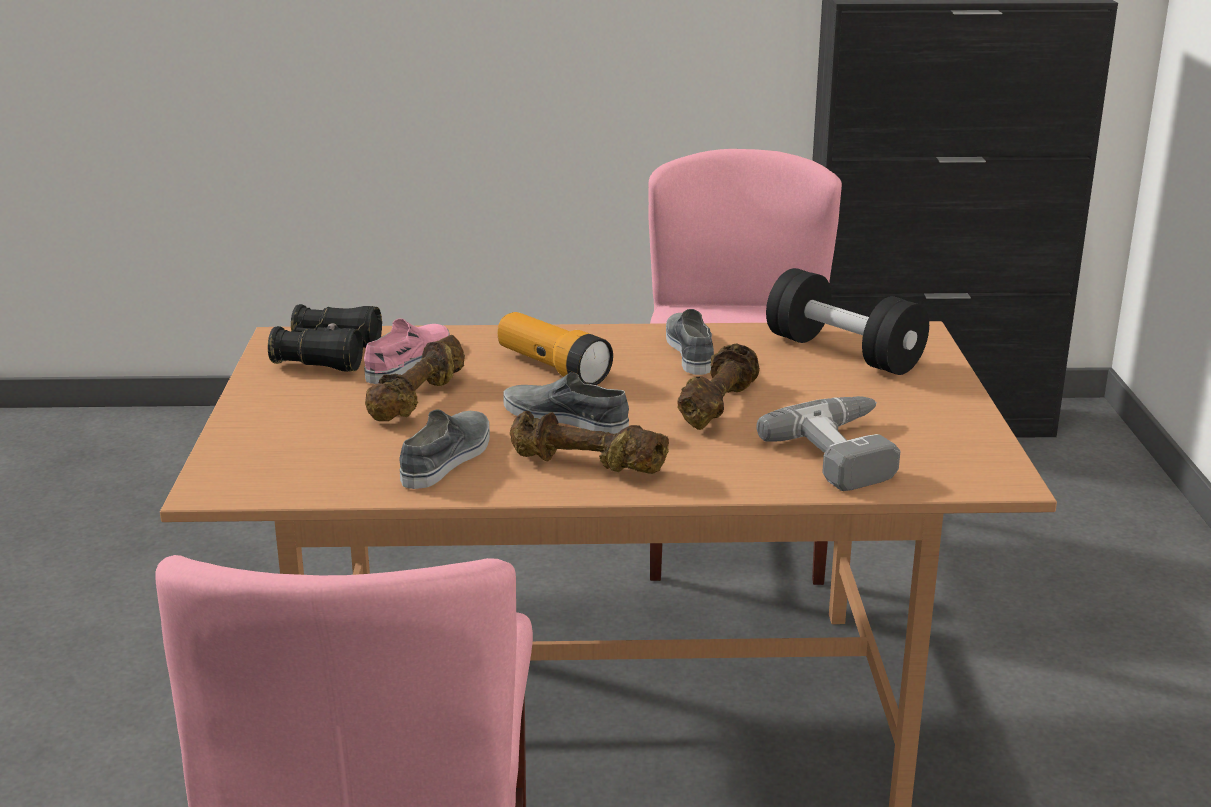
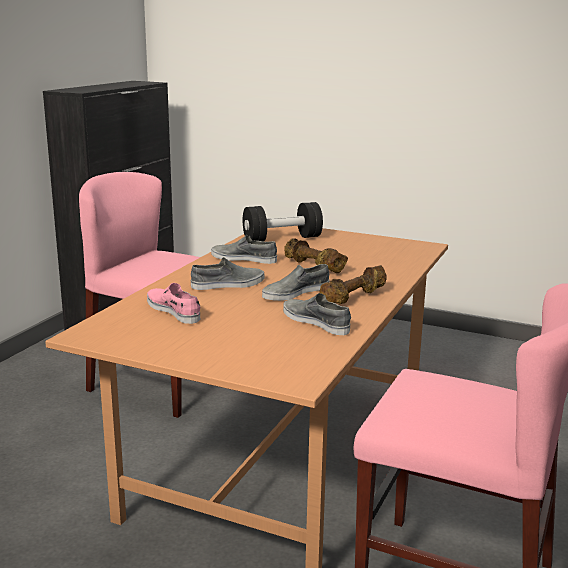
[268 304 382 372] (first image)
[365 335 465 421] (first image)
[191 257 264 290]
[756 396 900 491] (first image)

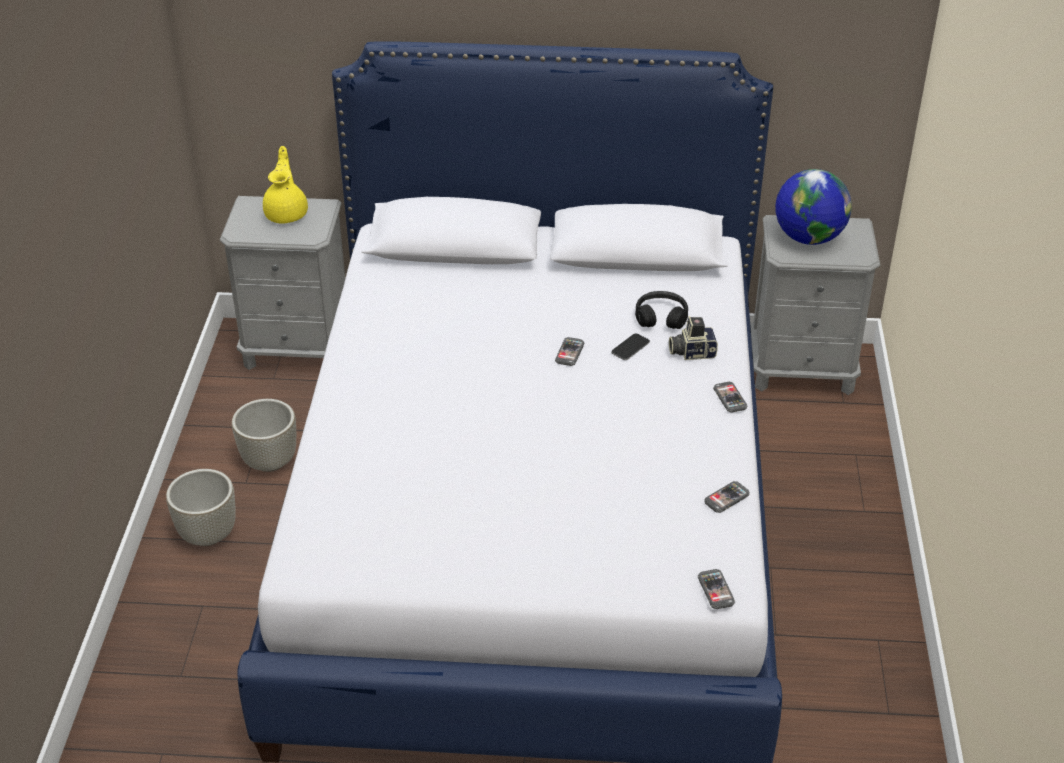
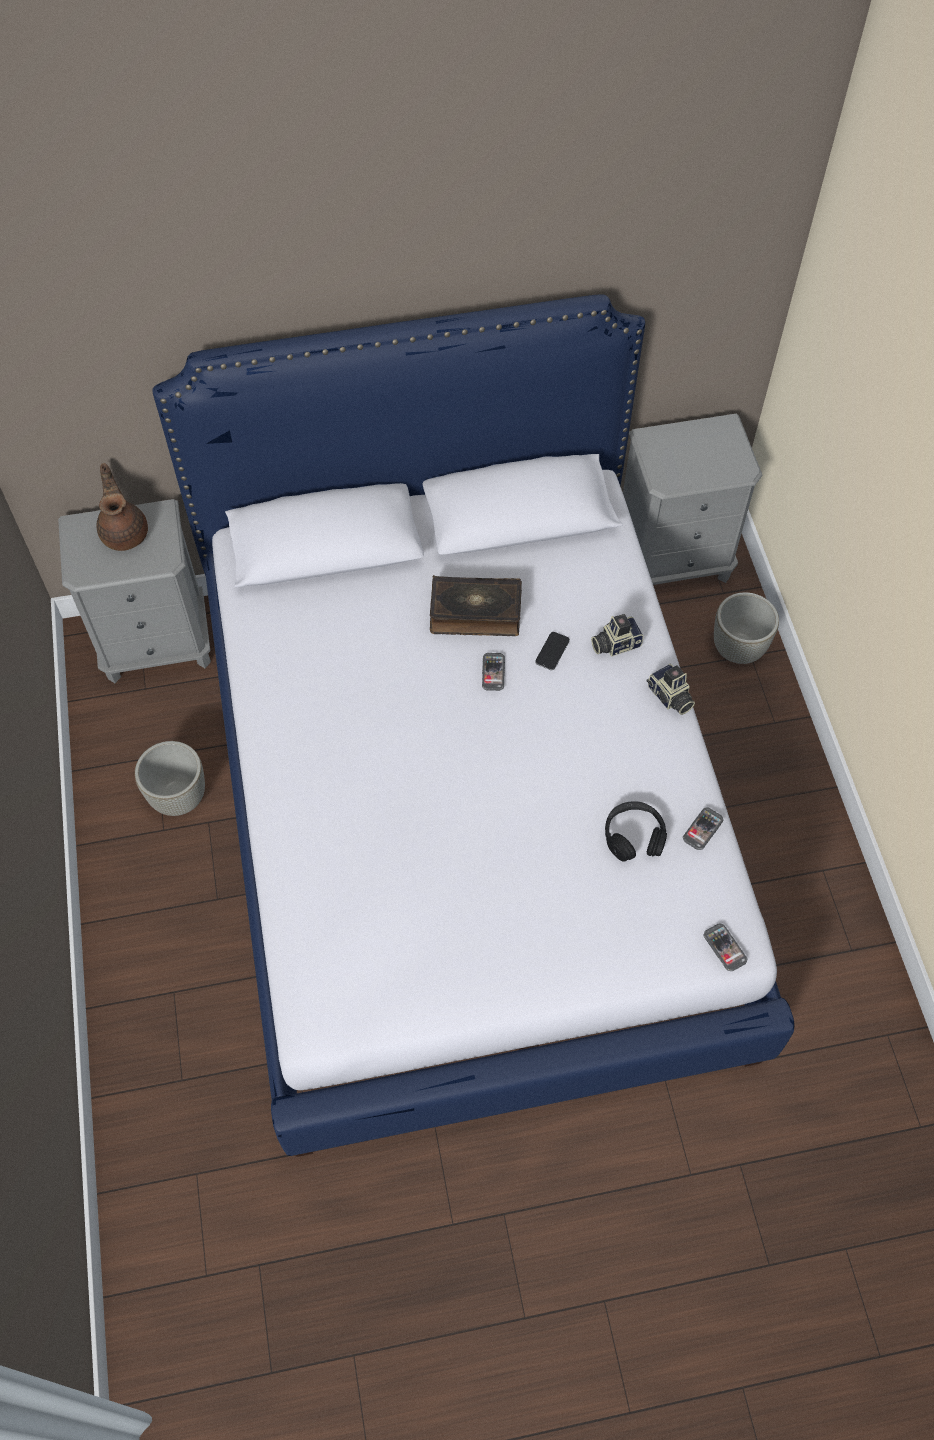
[714 592 779 664]
[97 463 148 551]
[605 801 667 862]
[646 664 695 715]
[775 169 852 245] (first image)
[430 575 522 636]

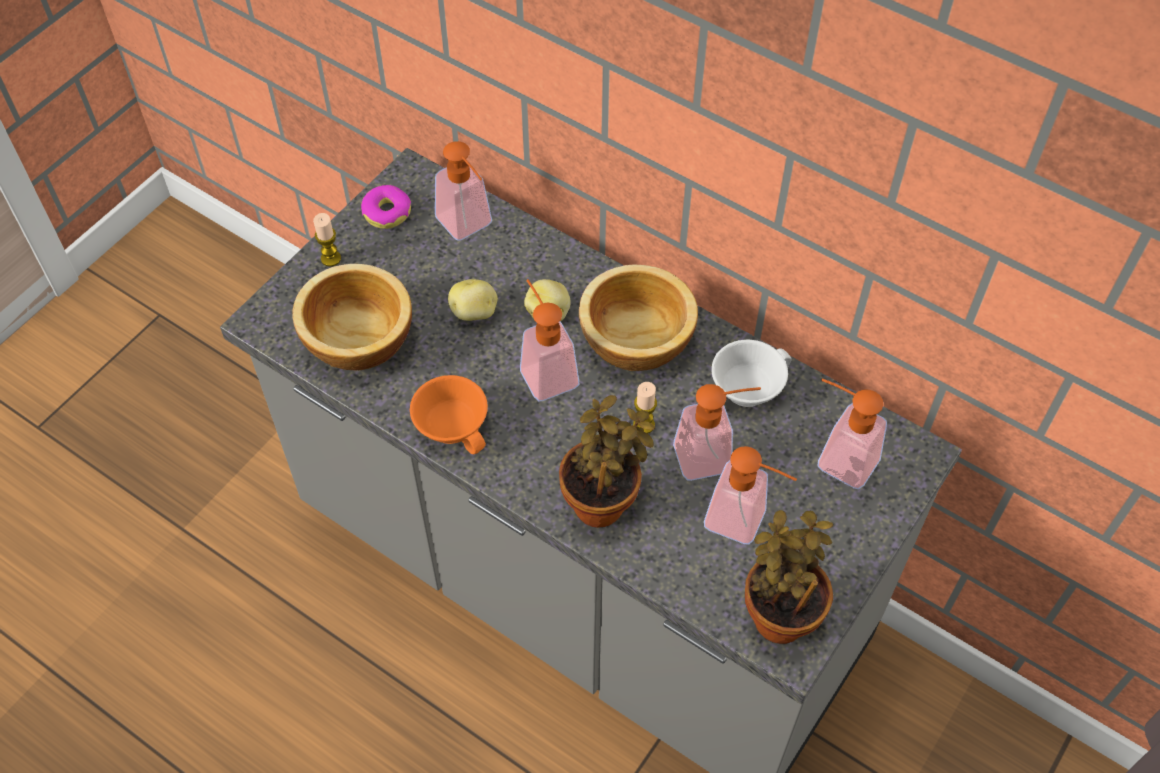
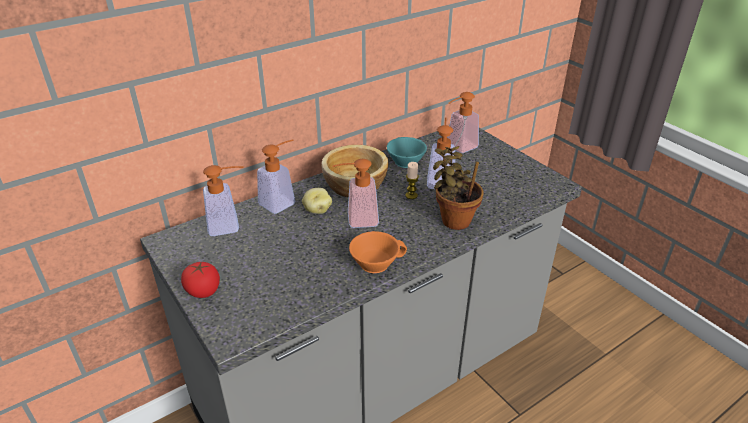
[292 264 412 371] (first image)
[181 261 220 298]
[361 185 411 229] (first image)
[448 279 498 321] (first image)
[257 140 295 214]
[387 137 427 168]
[745 510 833 644] (first image)

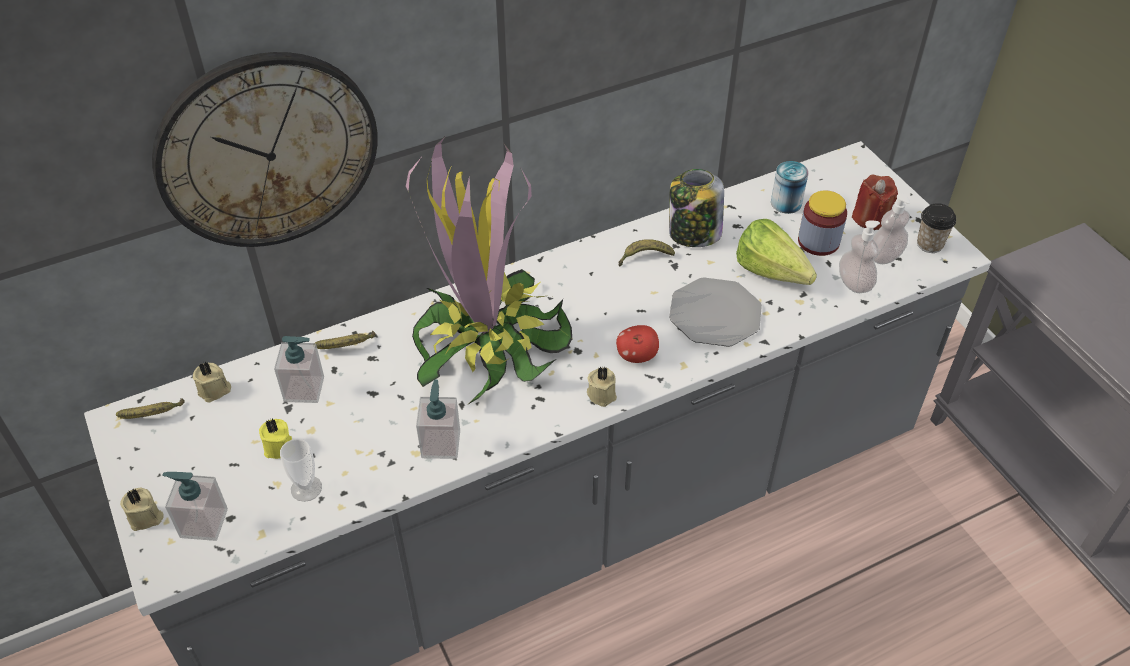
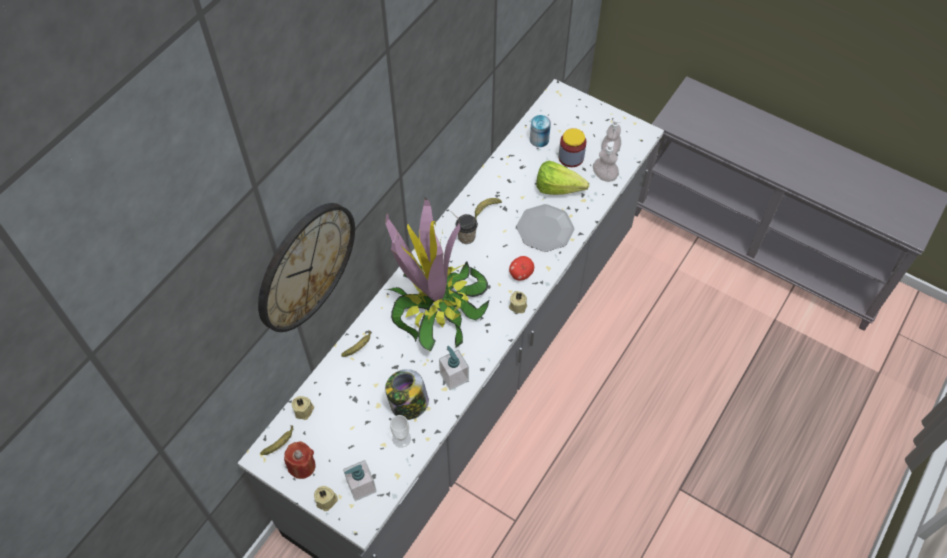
[259 418 292 459] (first image)
[274 336 324 403] (first image)
[385 369 429 420]
[284 441 316 479]
[456 214 478 244]

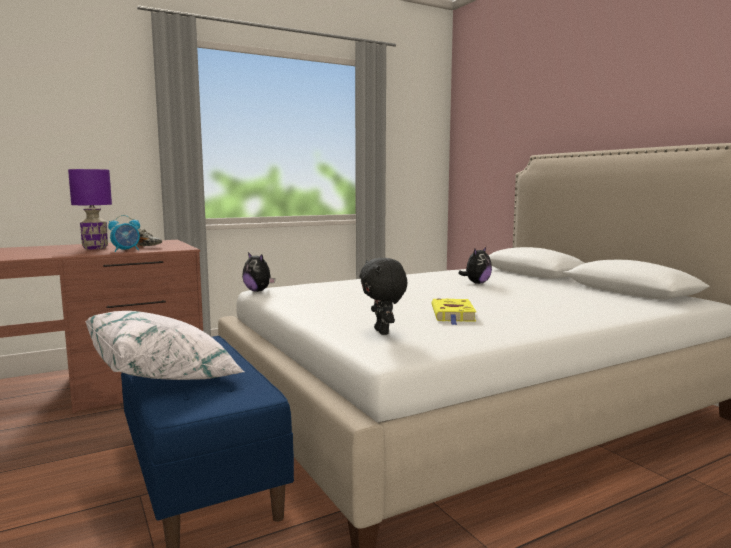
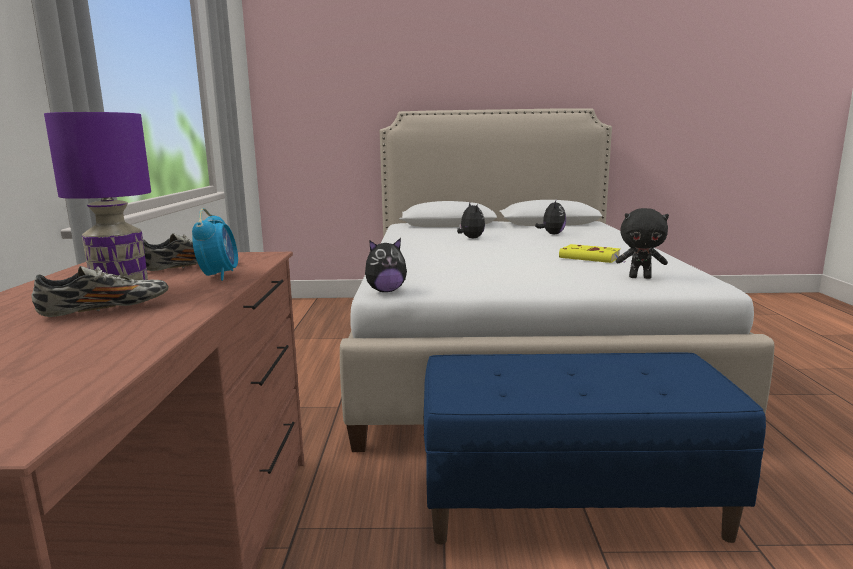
[86 311 244 380] (first image)
[31 266 168 317]
[535 200 566 234]

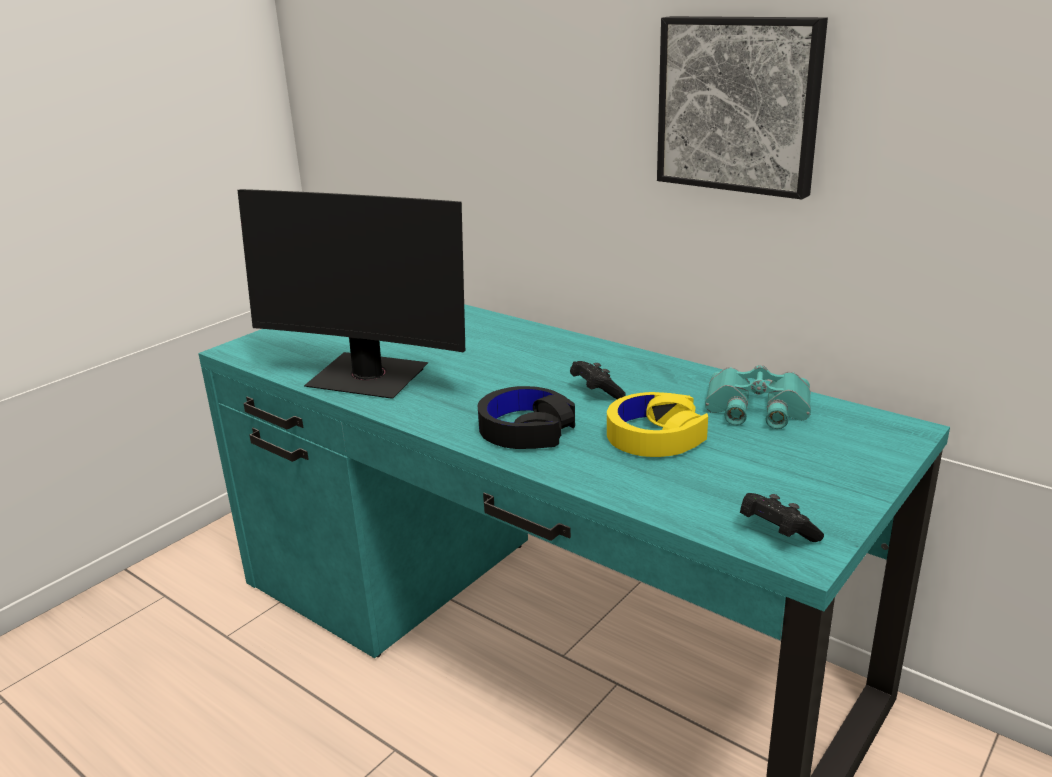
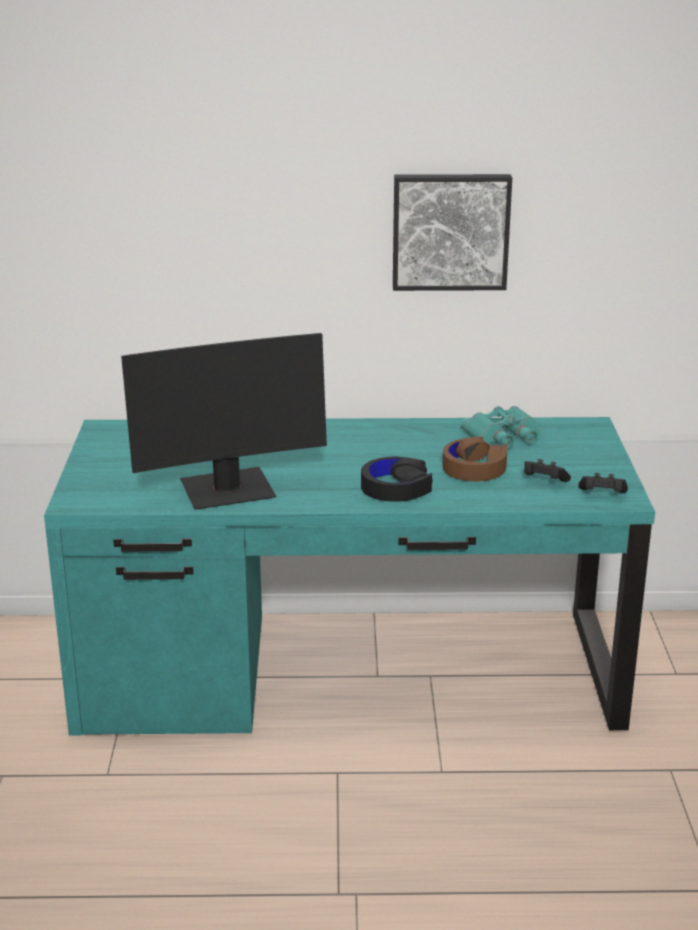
[524 459 571 482]
[442 436 507 481]

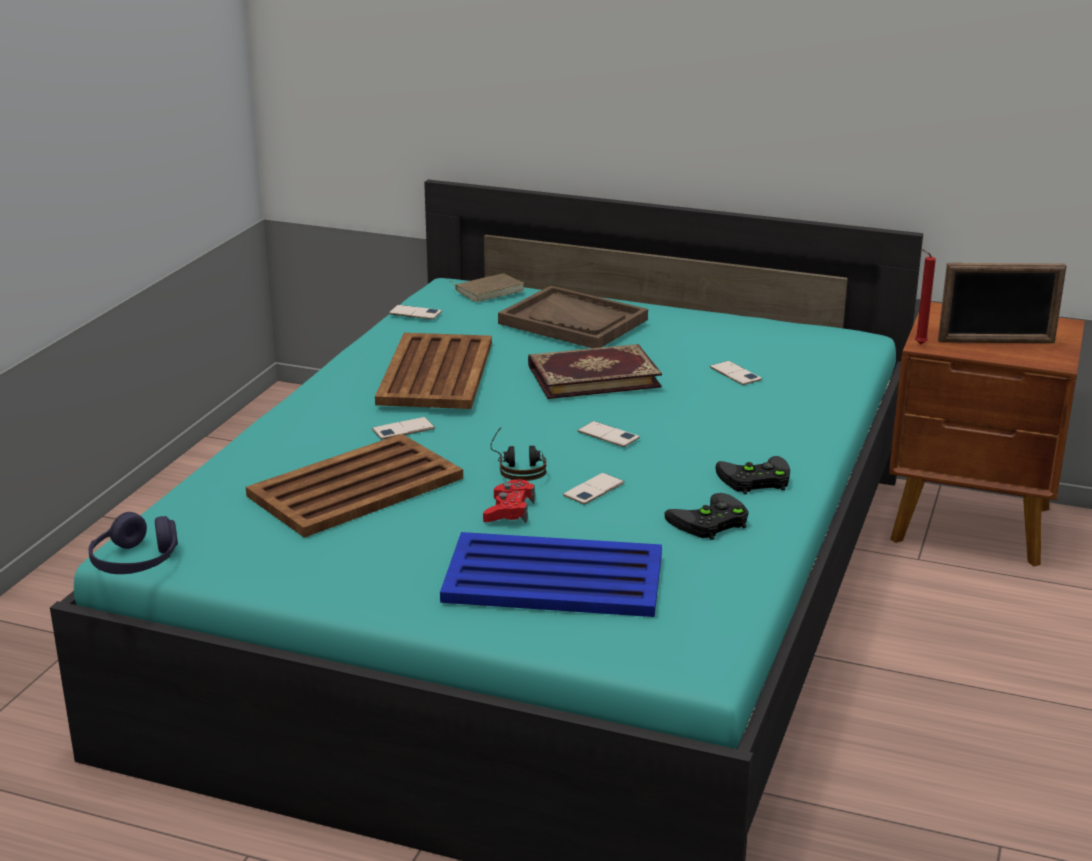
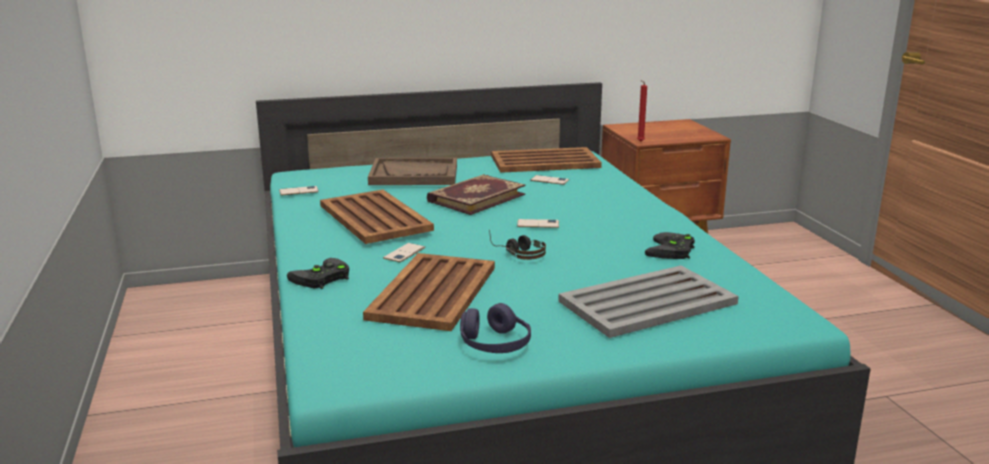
[460 303 531 353]
[558 266 739 338]
[449 273 524 302] (first image)
[483 479 535 523] (first image)
[563 473 624 504] (first image)
[287 258 349 289]
[938 263 1067 343] (first image)
[491 147 602 173]

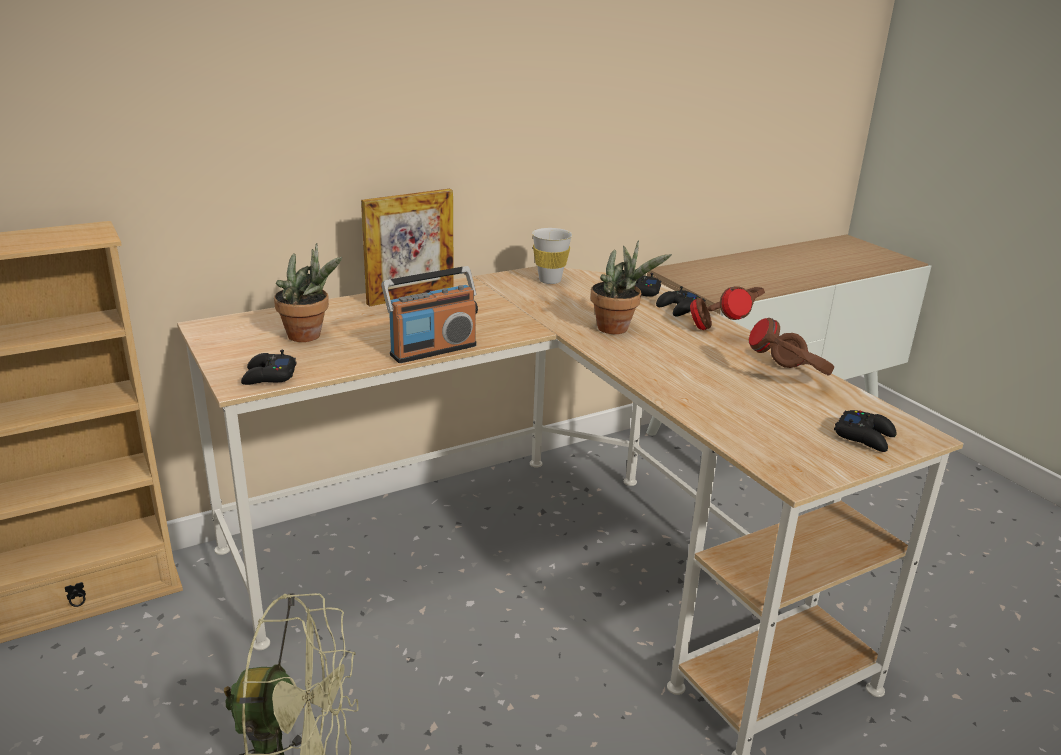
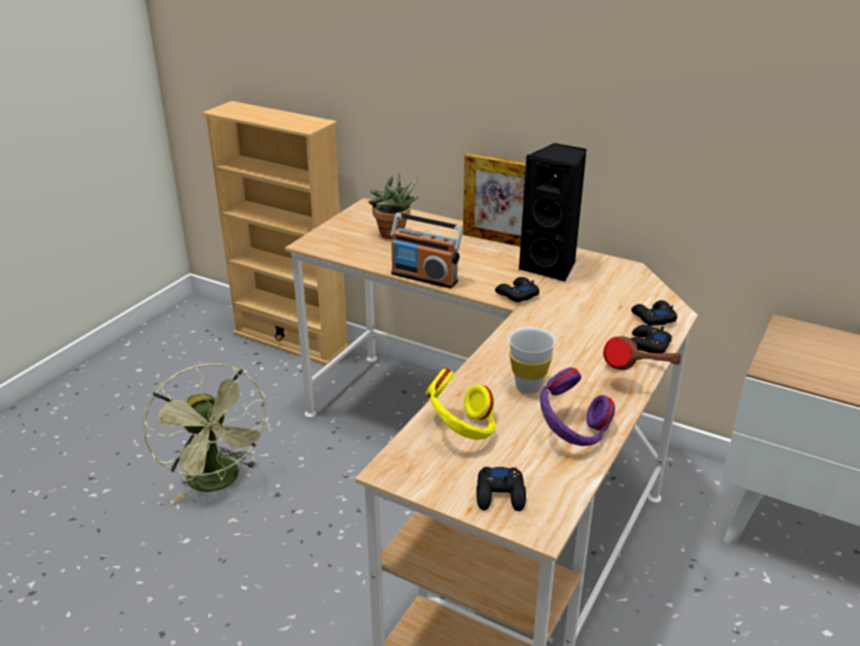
[495 277 539 302]
[508 327 556 394]
[590 240 672 334] (first image)
[540 367 615 446]
[425 368 495 440]
[518 143 587 282]

